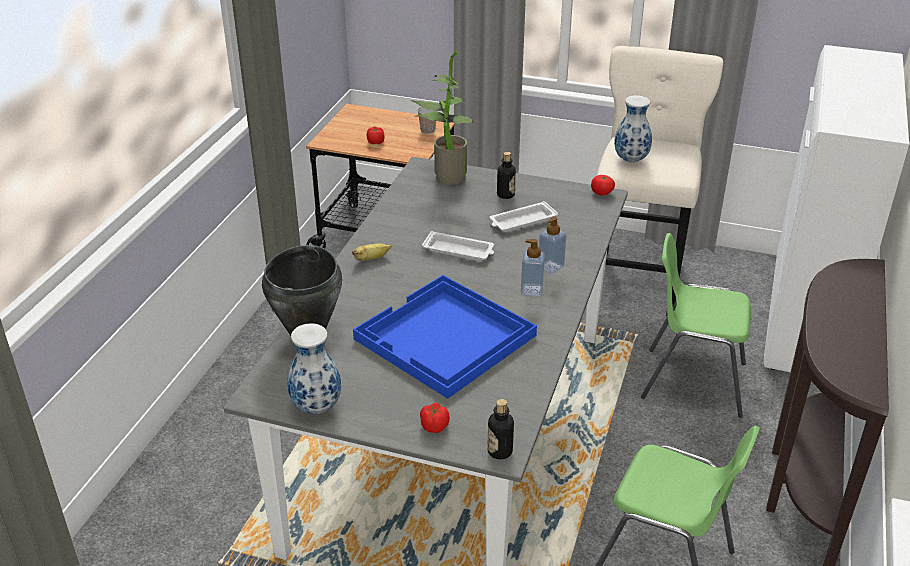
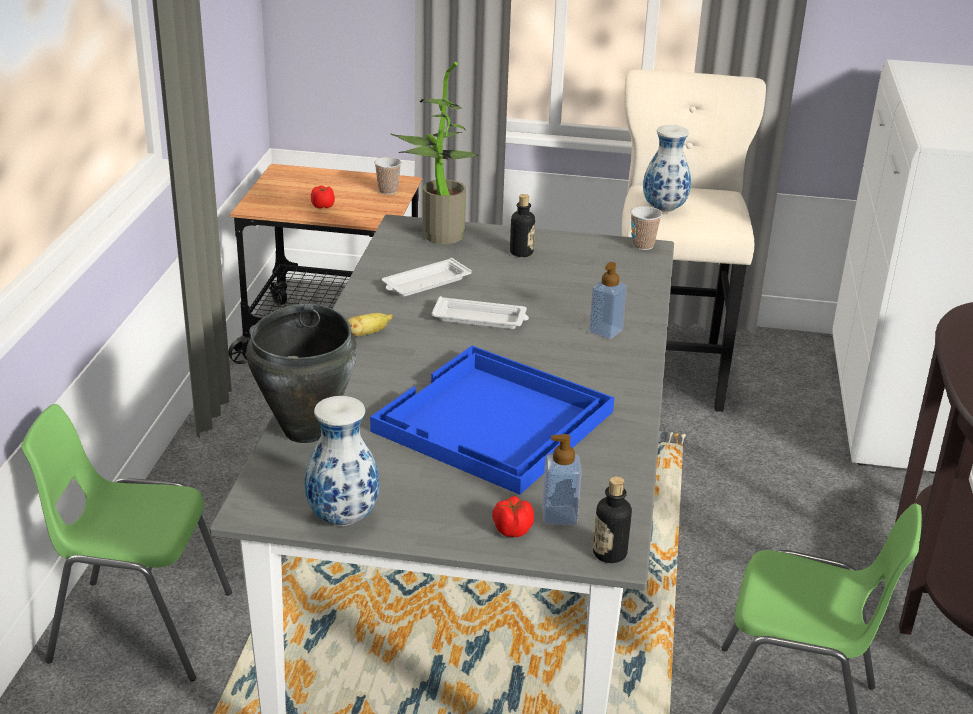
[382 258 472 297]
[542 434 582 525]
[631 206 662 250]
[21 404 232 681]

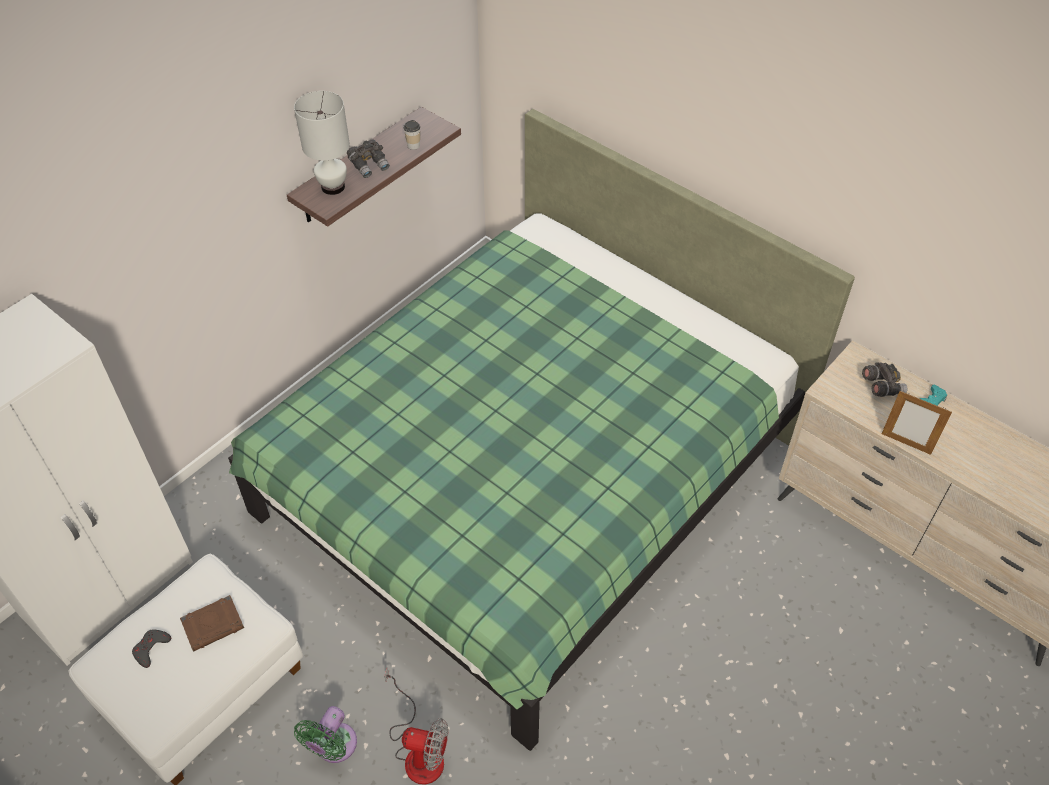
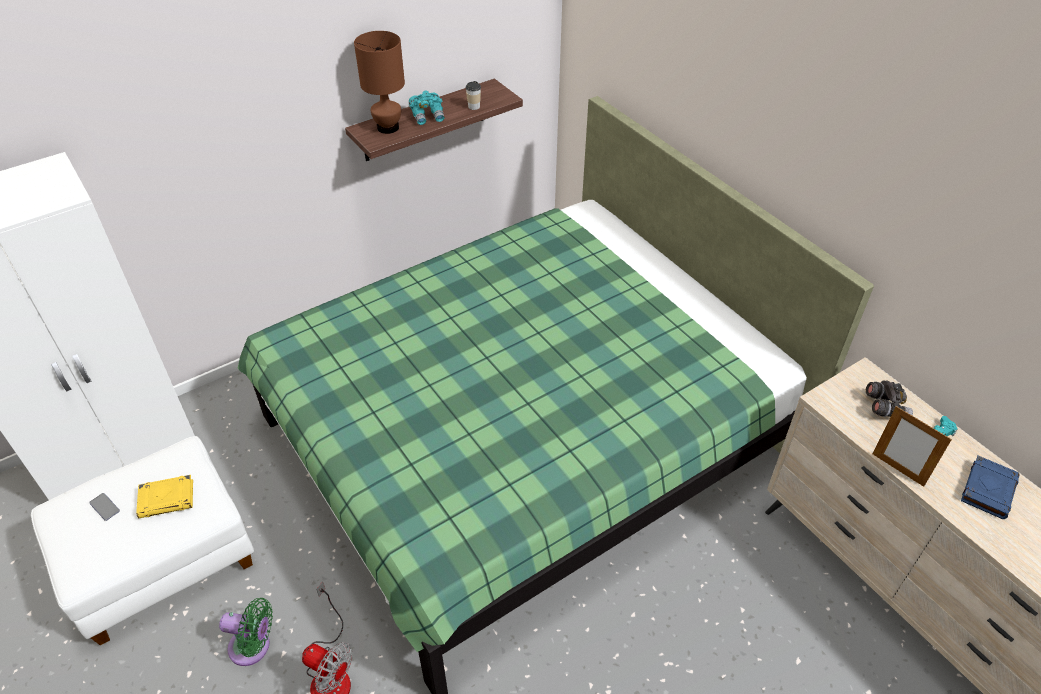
[89 493 120 521]
[136 475 193 518]
[354 31 405 134]
[219 598 273 666]
[409 90 445 125]
[961 456 1019 519]

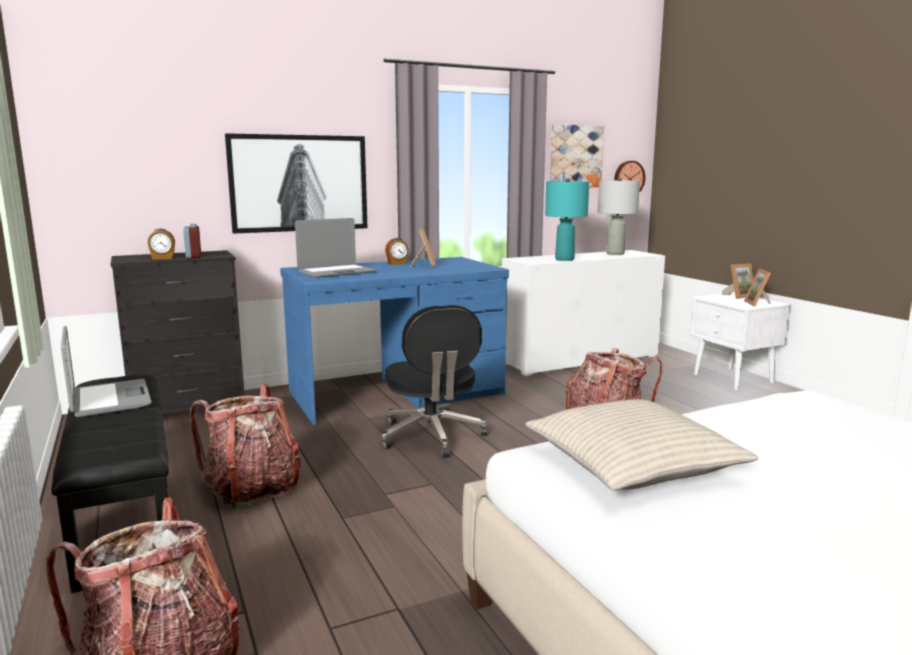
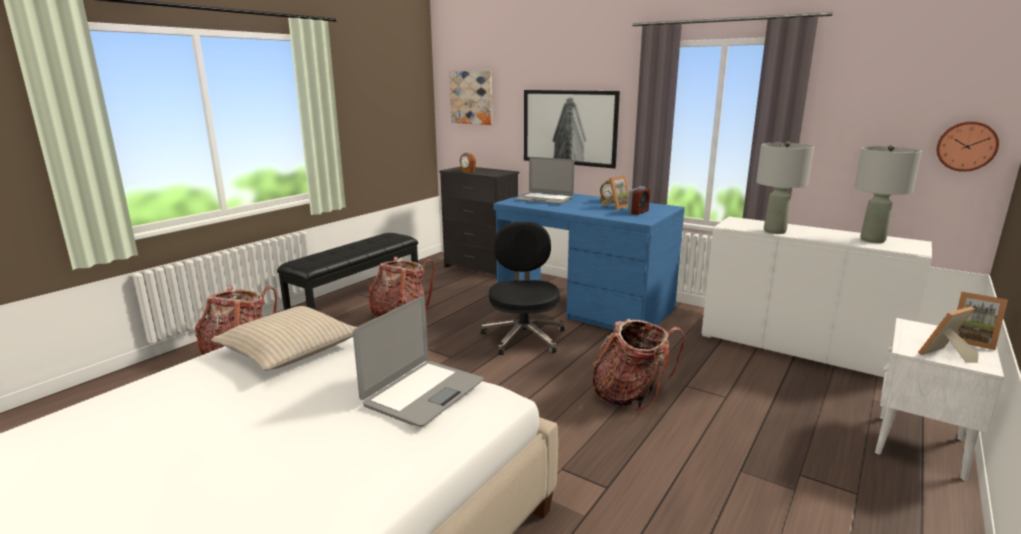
[353 296 484 427]
[628 186 650 215]
[481 222 565 355]
[756 141 814 234]
[449 71 492 125]

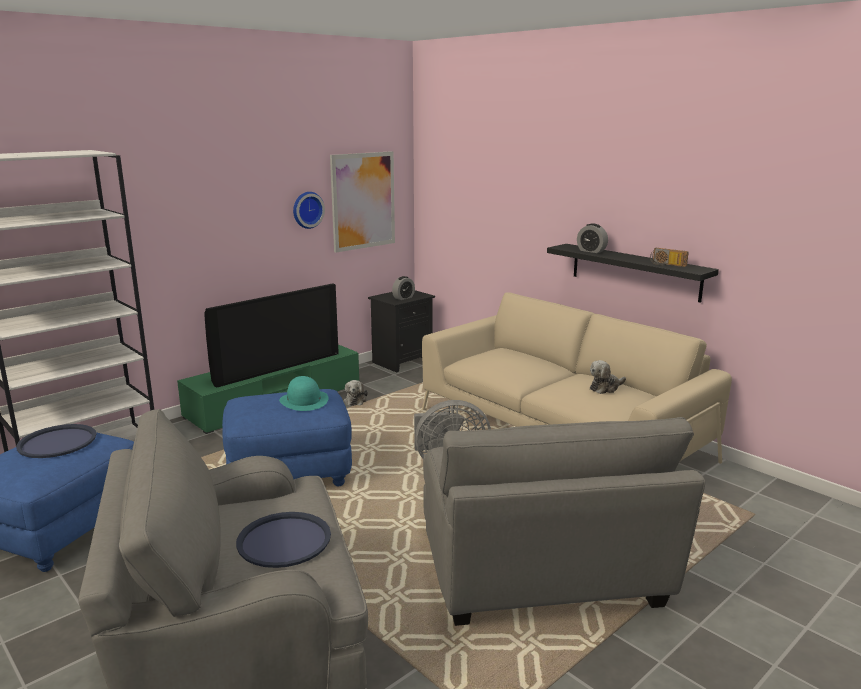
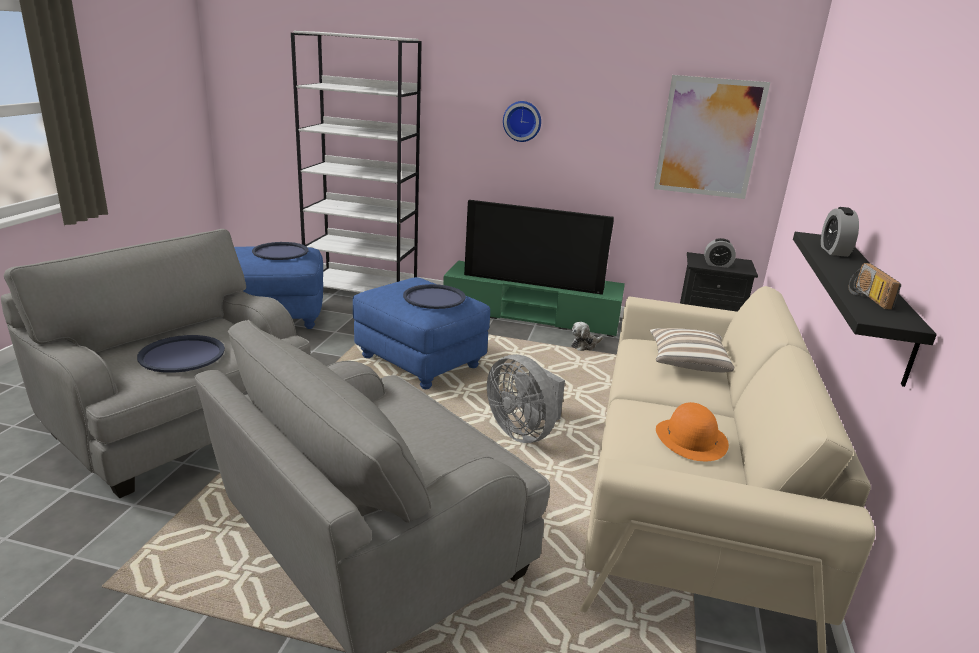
[403 284 466 309]
[503 101 541 142]
[656 402 729 461]
[650 328 734 372]

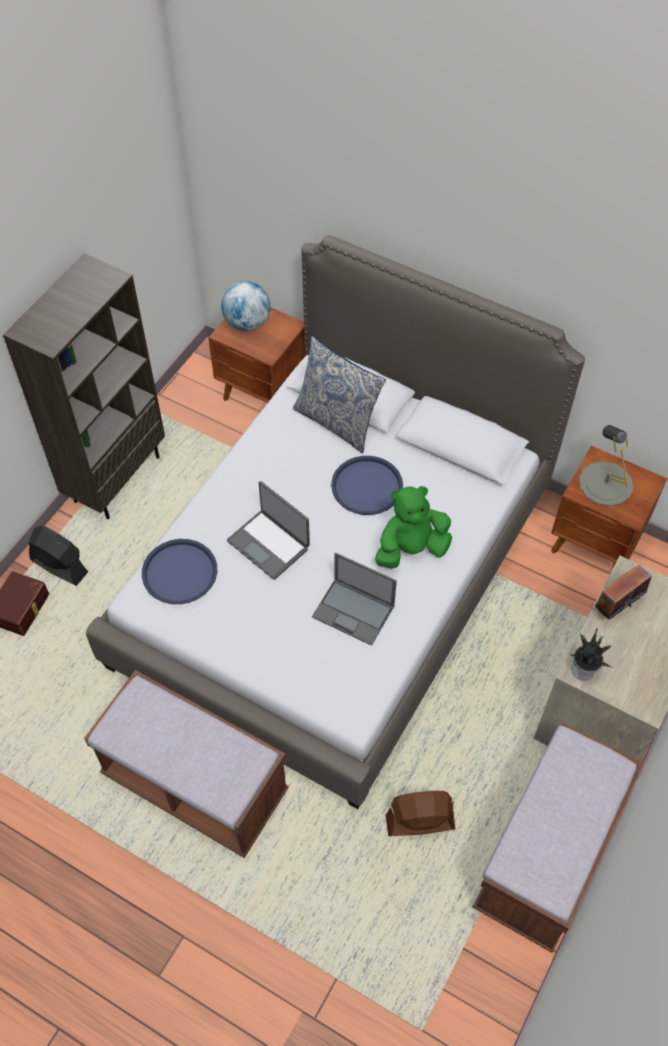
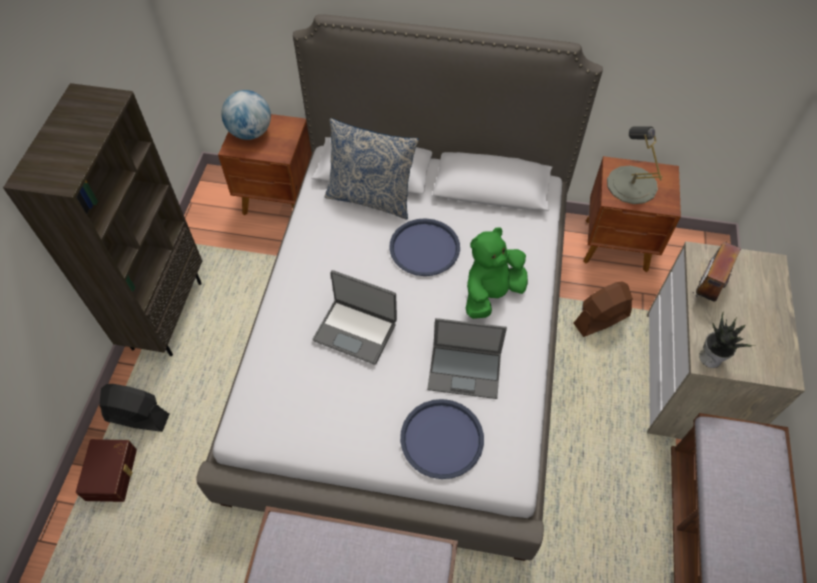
[400 399 484 479]
[574 282 633 337]

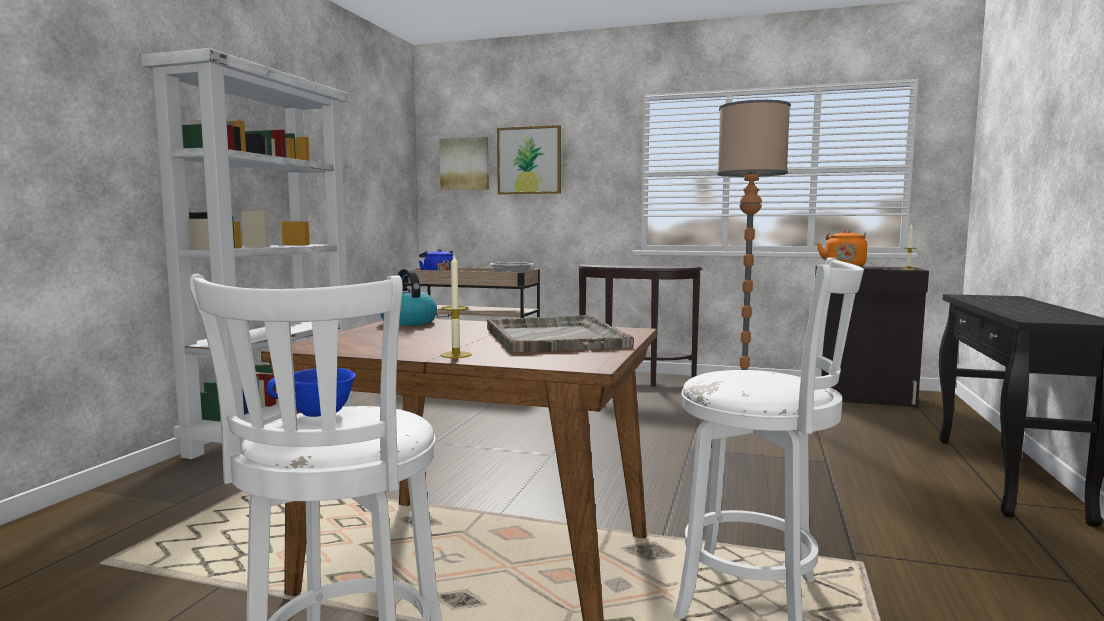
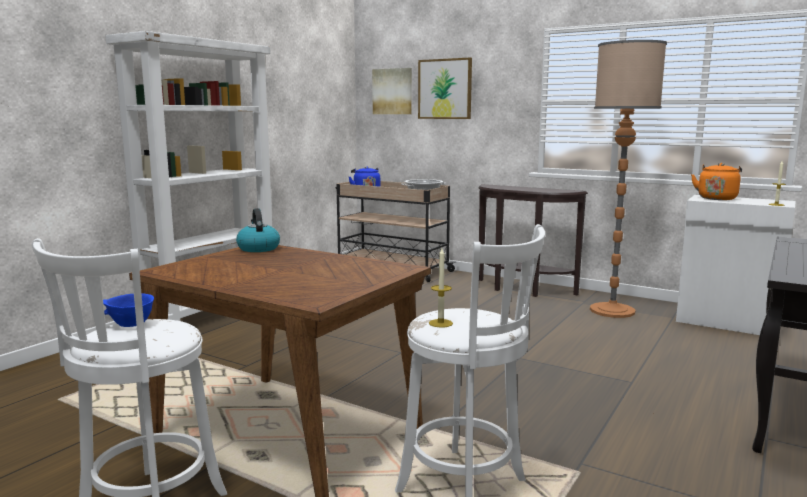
[429 248 453 327]
[487 315 634 353] (first image)
[676 195 796 335]

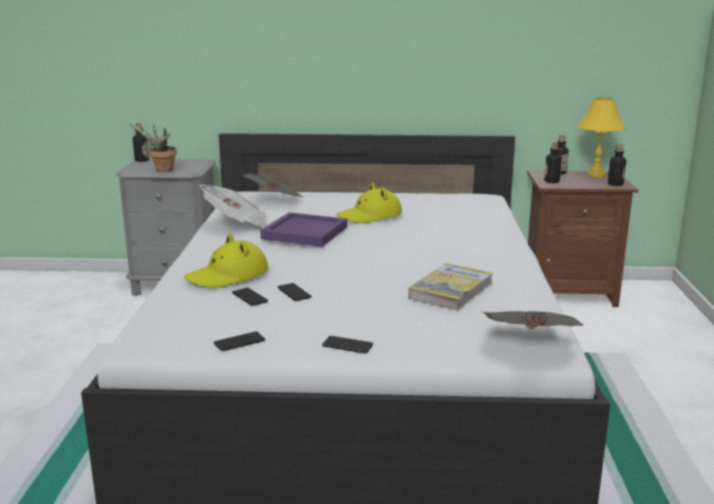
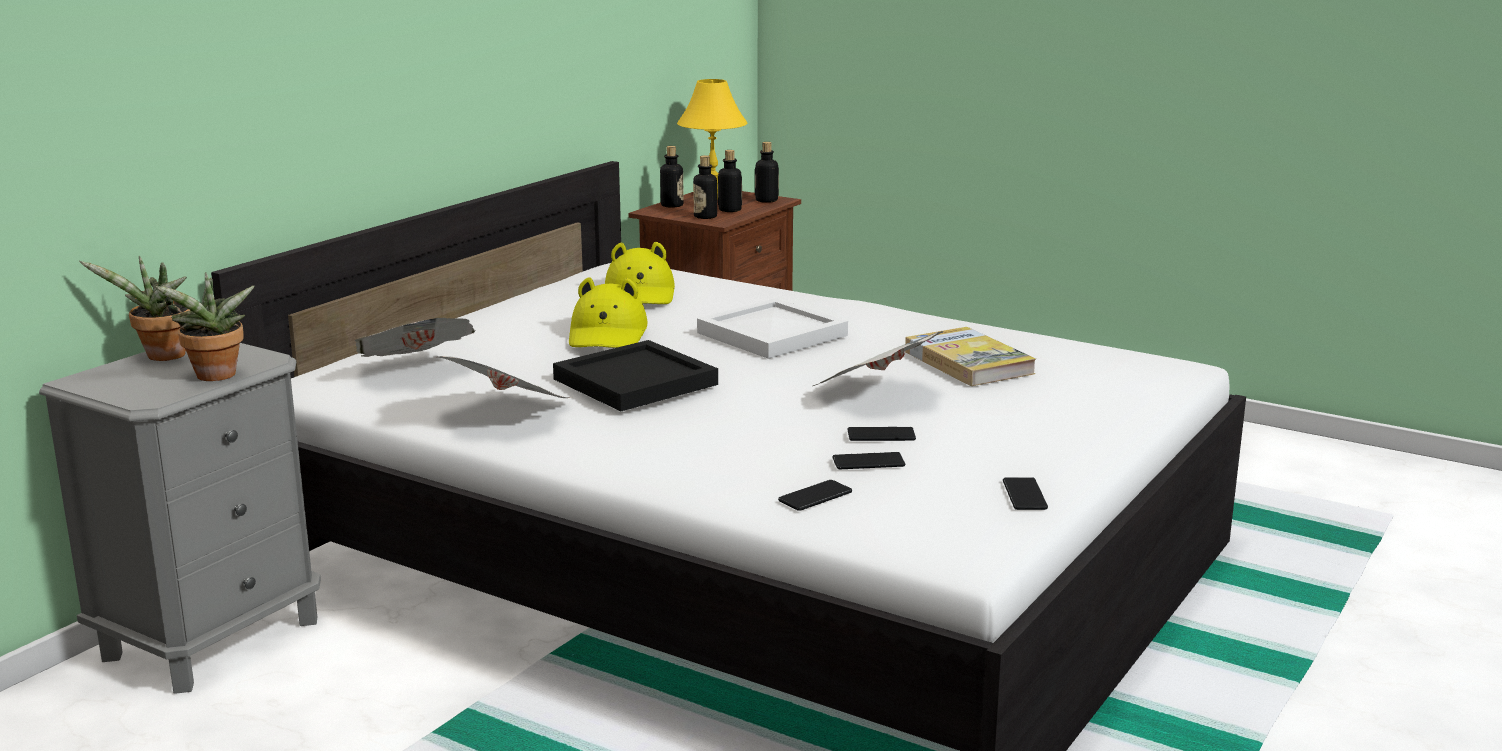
[718 150 742 212]
[605 242 675 304]
[553 340 718 411]
[778 480 852 511]
[813 331 944 386]
[79 256 190 361]
[697 298 848 359]

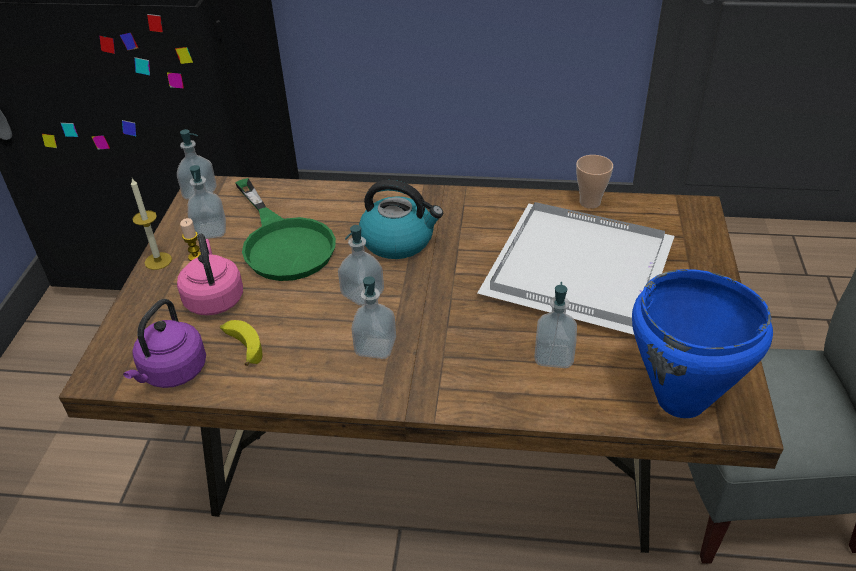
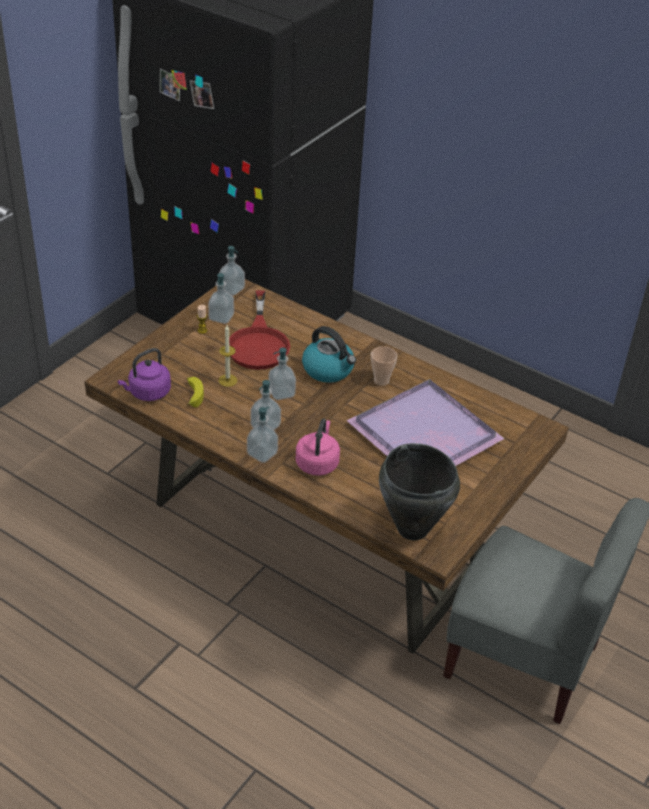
[219 325 237 387]
[296 419 340 476]
[229 290 290 370]
[347 379 505 466]
[247 407 278 463]
[371 346 398 386]
[379 443 460 540]

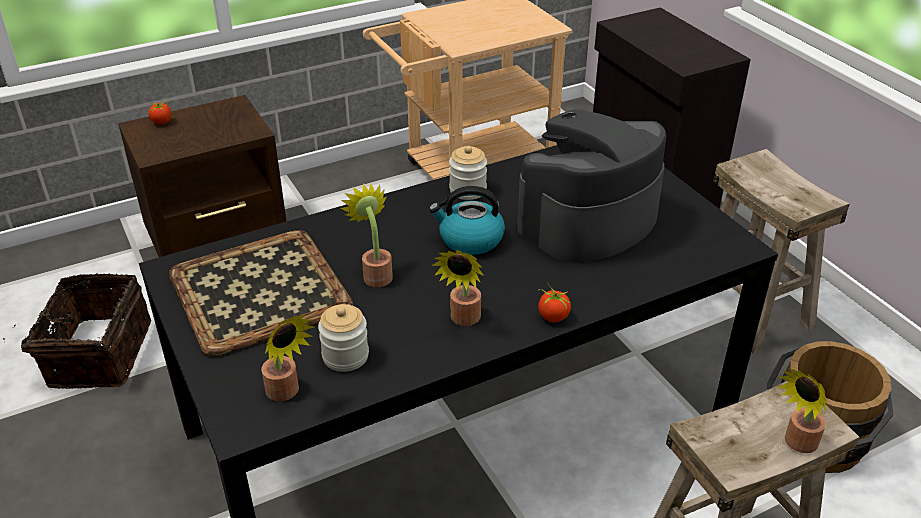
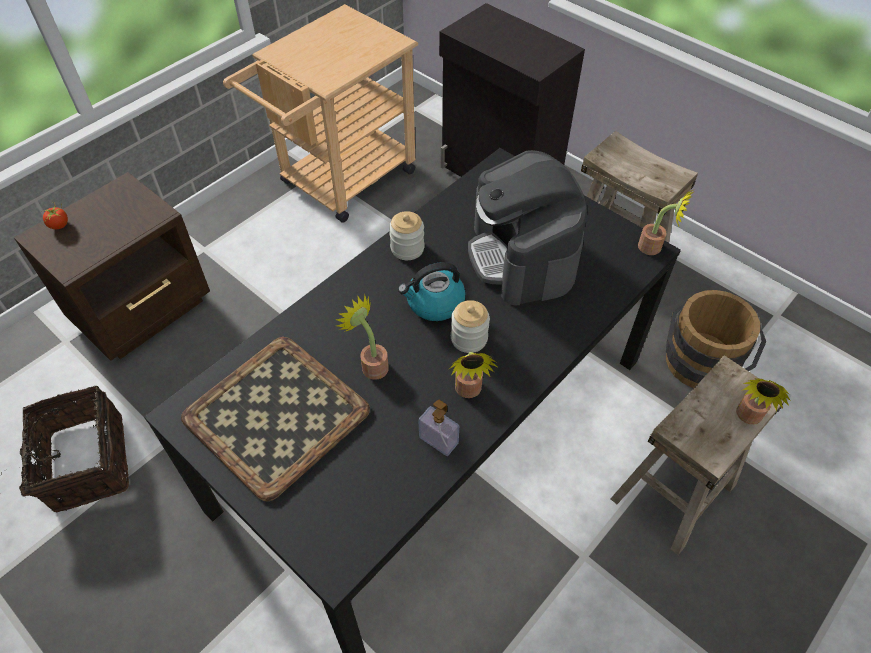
[638 189 695 255]
[451 300 490 353]
[468 150 587 306]
[538 284 571 323] (first image)
[418 399 459 456]

